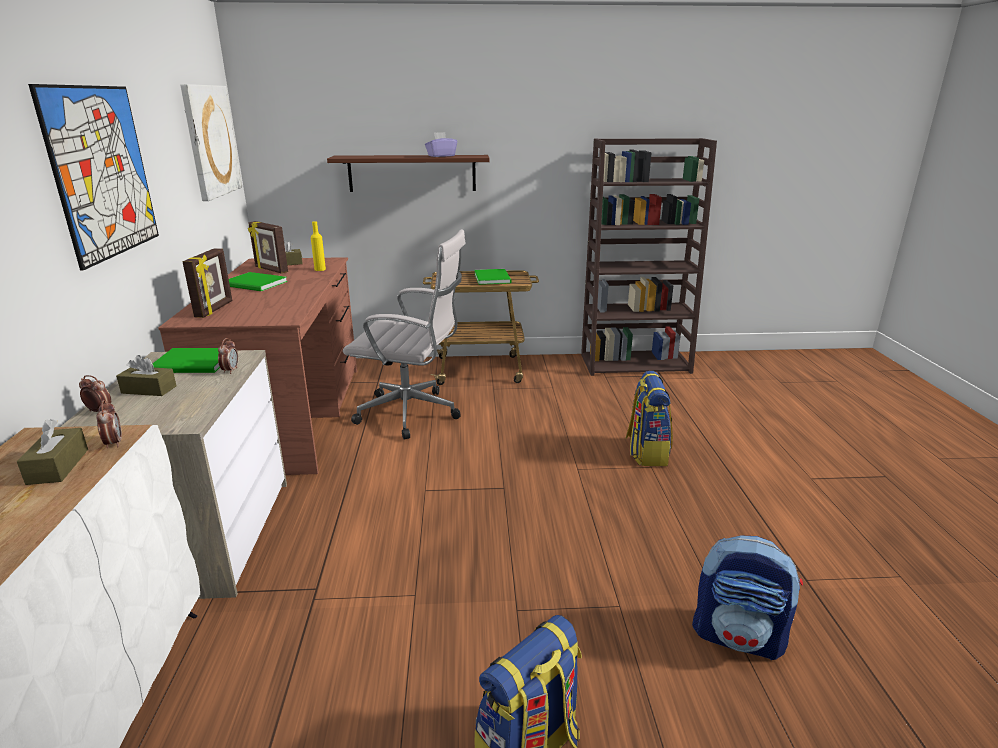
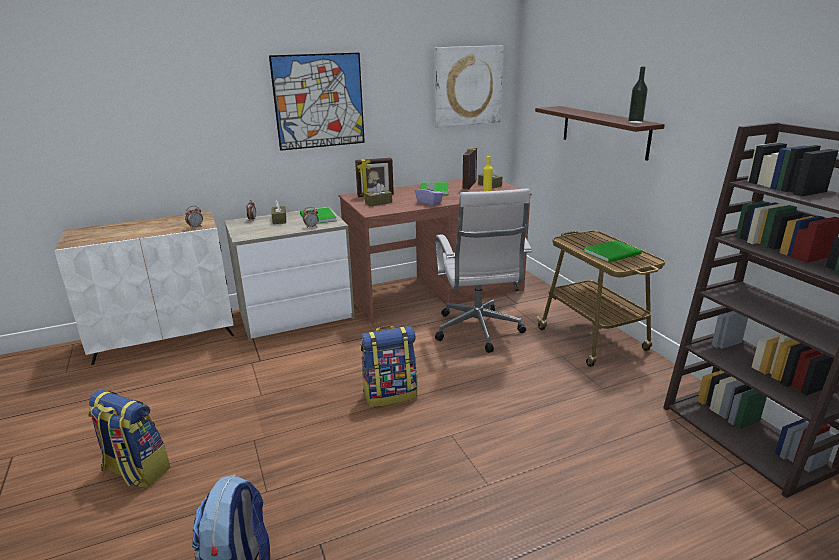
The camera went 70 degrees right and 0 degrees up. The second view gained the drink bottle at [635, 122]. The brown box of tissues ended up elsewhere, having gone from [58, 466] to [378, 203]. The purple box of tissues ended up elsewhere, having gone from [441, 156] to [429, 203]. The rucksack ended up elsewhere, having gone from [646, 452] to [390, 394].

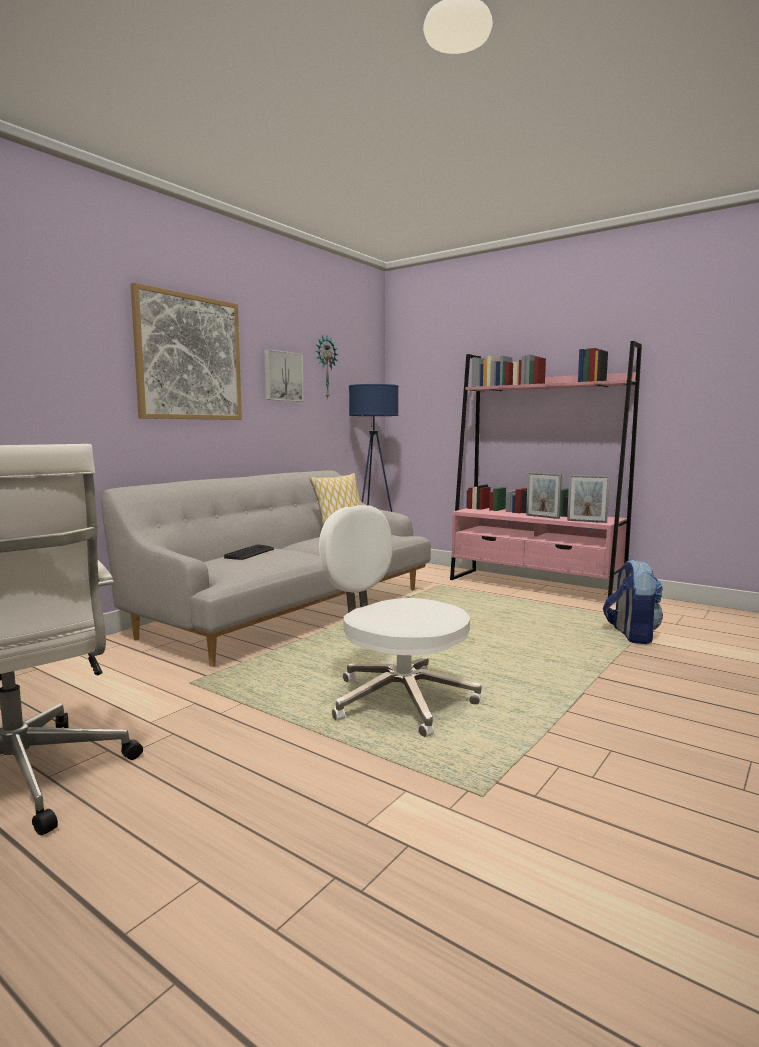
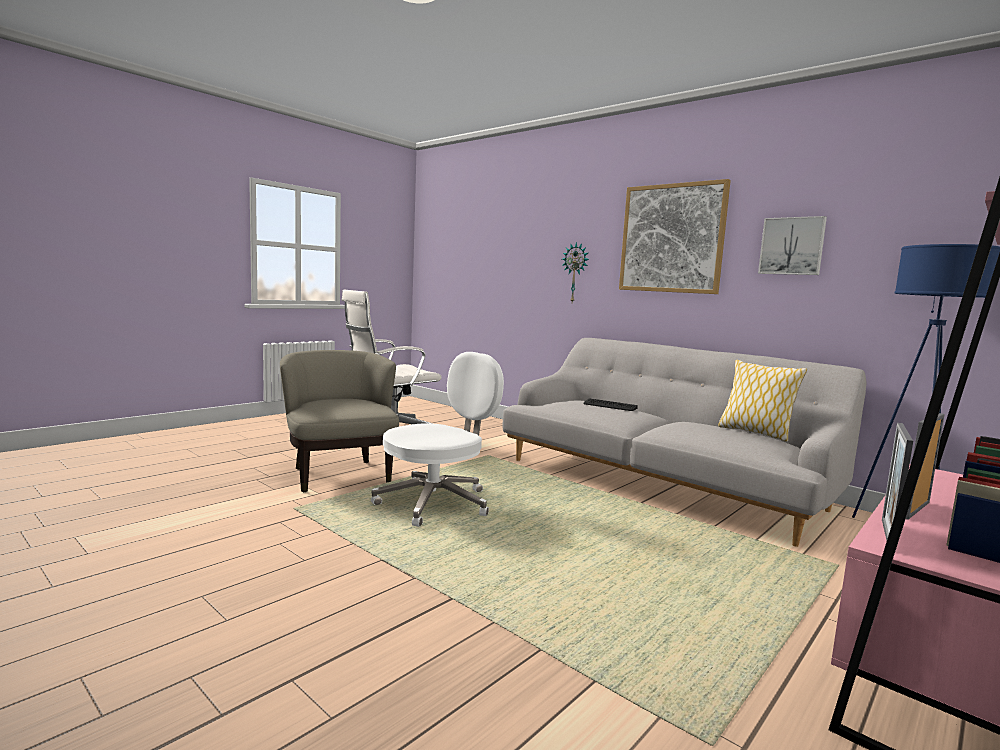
The camera went 95 degrees right and 0 degrees up. The second view lost the rucksack at [631, 635]. The second view gained the beige armchair at [339, 474]. The hanging clock ended up elsewhere, having gone from [325, 367] to [575, 273].

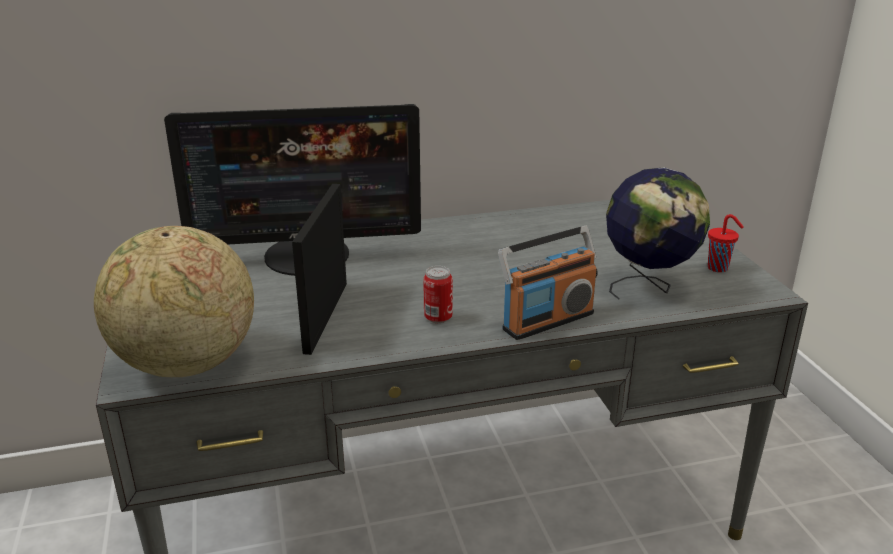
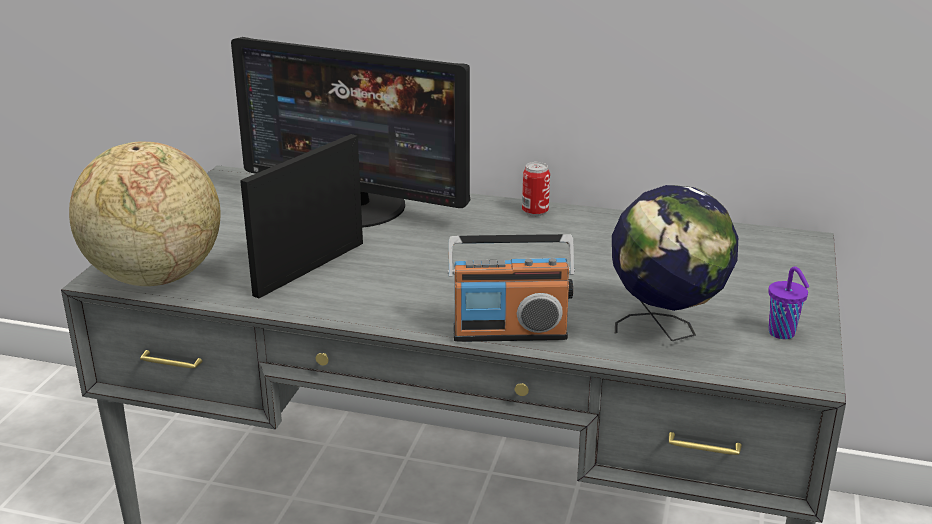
The camera went 30 degrees right and 0 degrees up. The can ended up elsewhere, having gone from [438, 318] to [535, 212]. What was the red-coloured drinking cup at [719, 268] turned into the purple drinking cup at [783, 334].

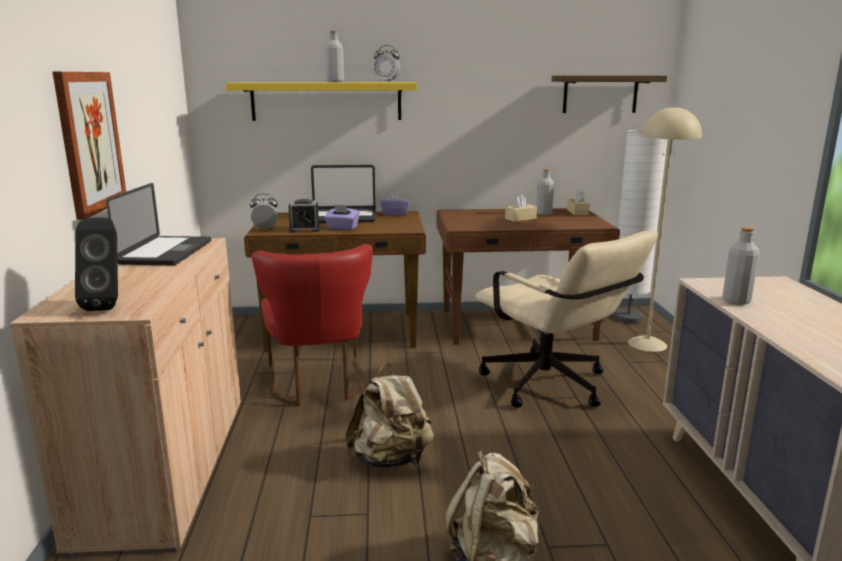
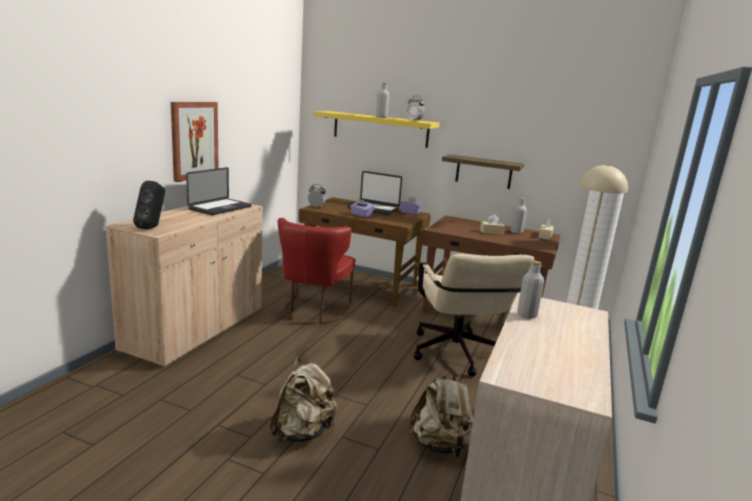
The camera went 25 degrees right and 0 degrees up. The second view lost the alarm clock at [304, 229]. The beige rucksack ended up elsewhere, having gone from [391, 459] to [440, 445]. The wall shelf ended up elsewhere, having gone from [600, 94] to [483, 172].

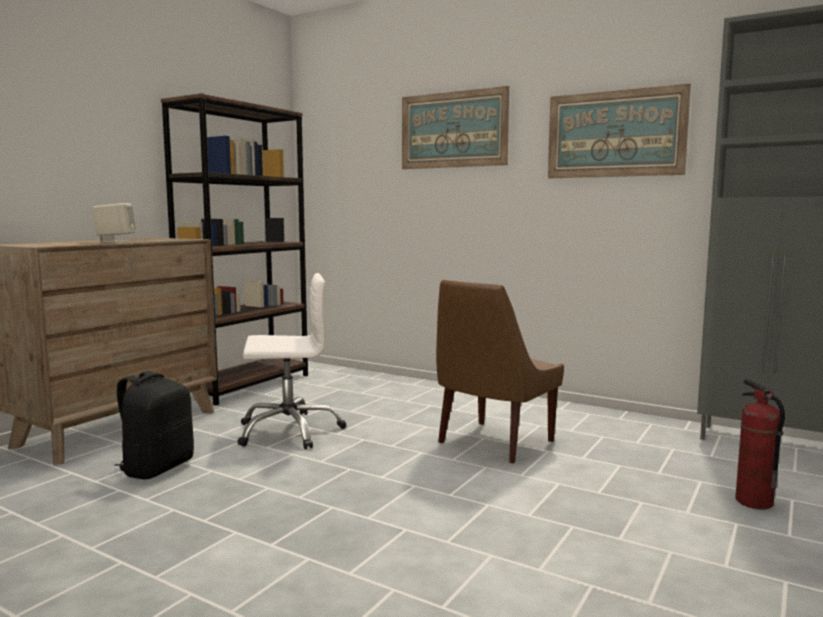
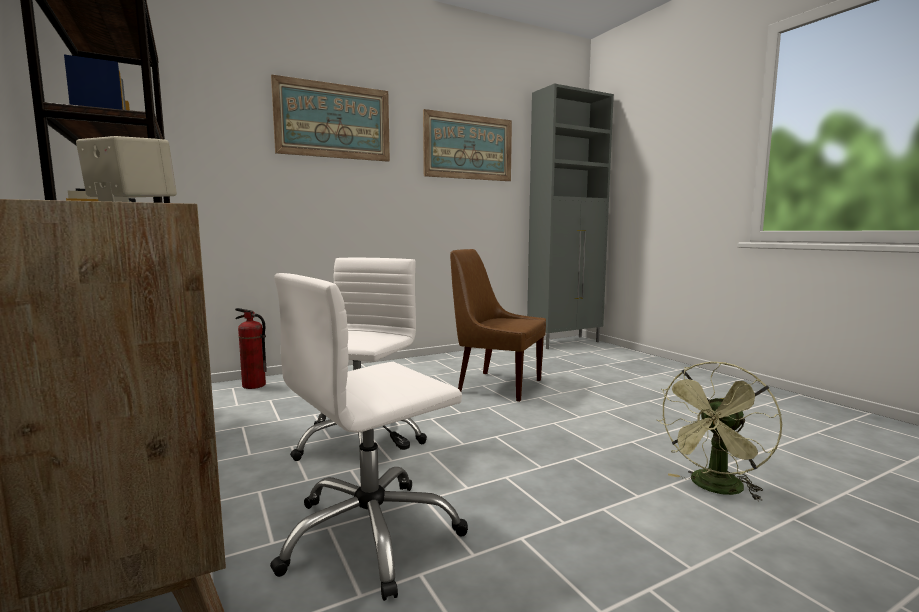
The camera went 60 degrees left and 0 degrees up. The second view gained the greenish fan at [715, 488]. The extinguisher ended up elsewhere, having gone from [753, 502] to [253, 385]. Where the black-coloured rucksack stood at [157, 468], the white-coloured desk chair came to stand at [371, 535]. The brown plain chair at [493, 443] ended up facing another way, 135 degrees clockwise from before.

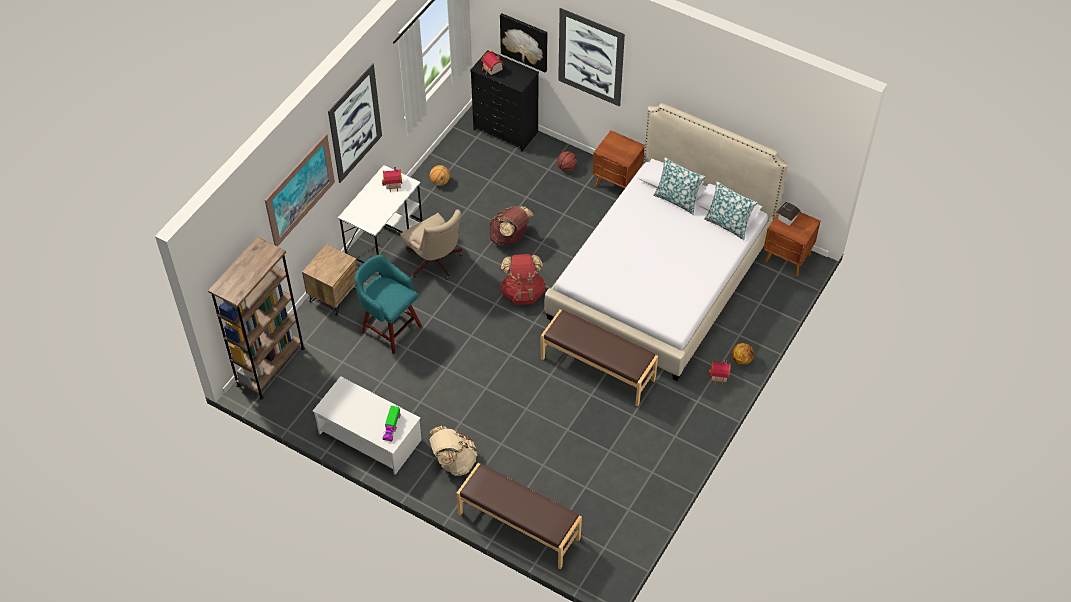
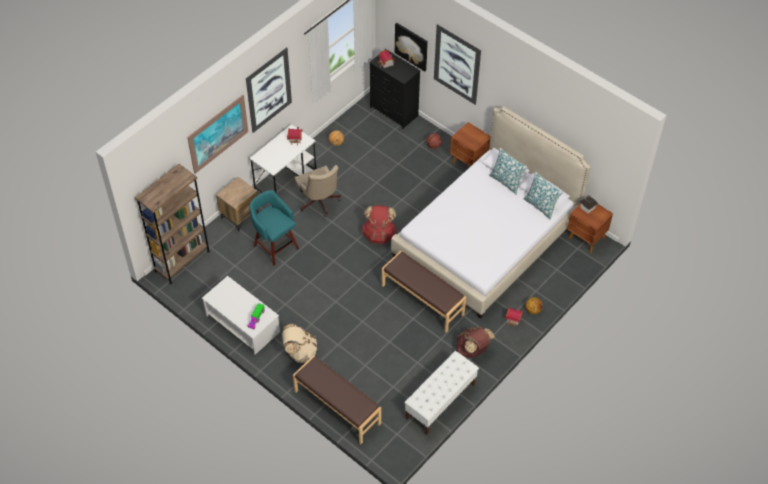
The camera went 10 degrees right and 0 degrees up. The second view gained the white-coloured bench at [440, 402]. The brown rucksack ended up elsewhere, having gone from [510, 237] to [472, 350].

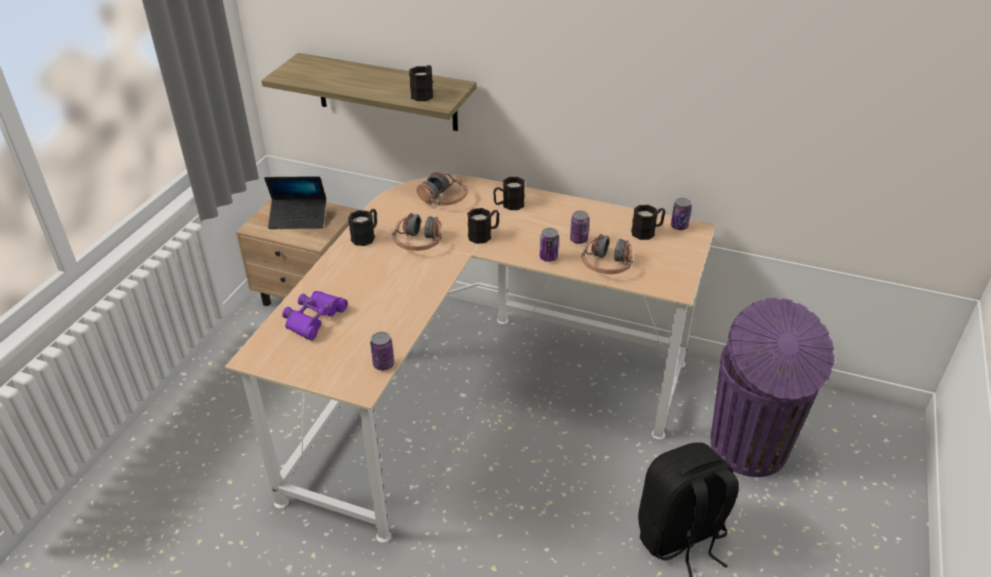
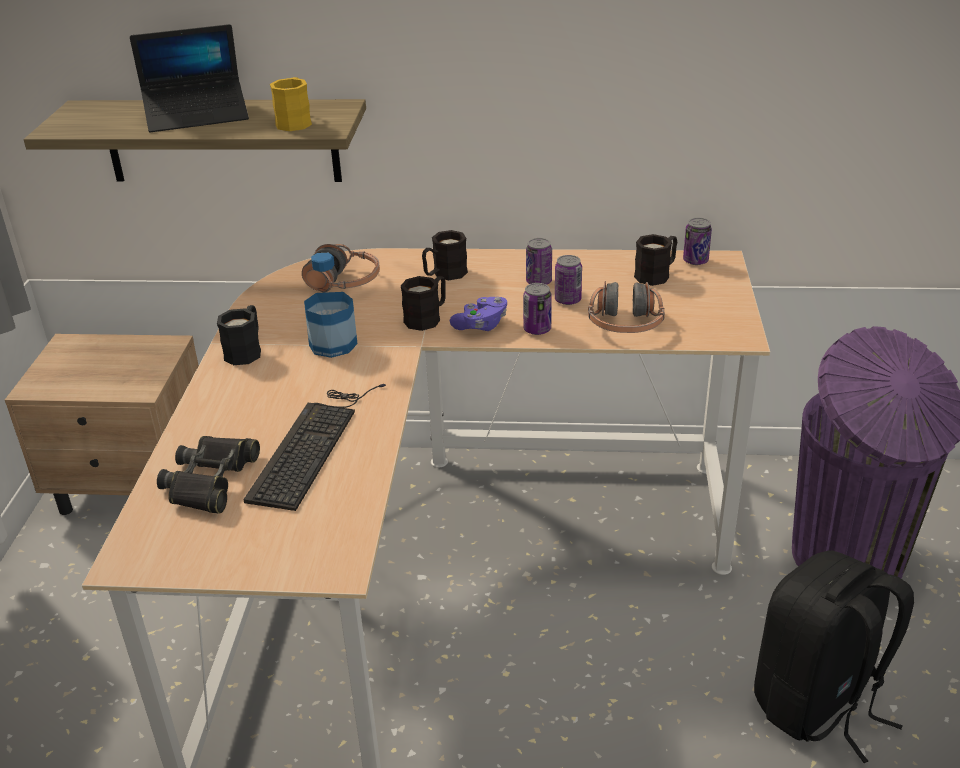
The camera went 15 degrees left and 5 degrees down. The second view gained the PC keyboard at [313, 443]. The second view gained the purple game controller at [481, 325]. The notebook computer ended up elsewhere, having gone from [298, 218] to [197, 115]. The can ended up elsewhere, having gone from [383, 364] to [539, 282]. Where the headphones stood at [418, 242], the drink bottle came to stand at [333, 344]. What was the purple field glasses at [314, 318] turned into the black-coloured field glasses at [211, 481]. What was the black-coloured tea mug at [424, 93] turned into the yellow tea mug at [295, 121].

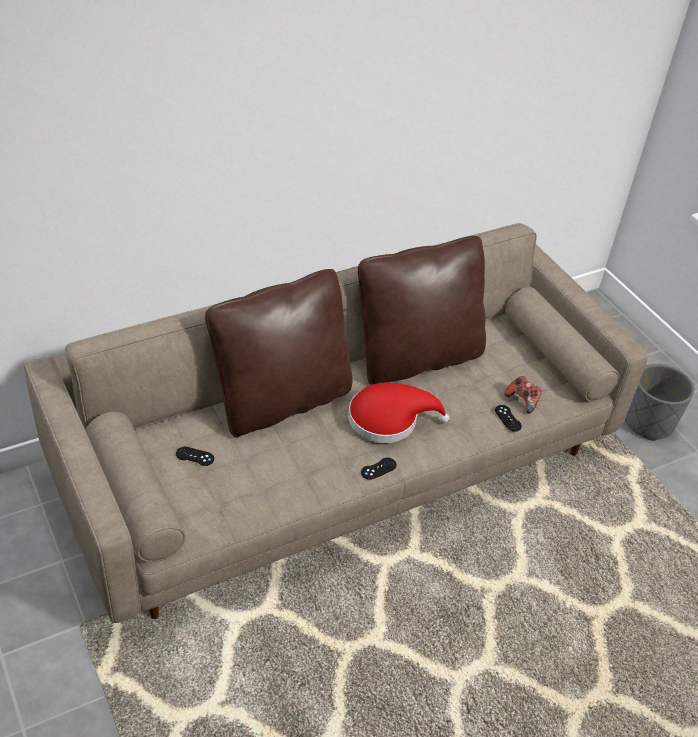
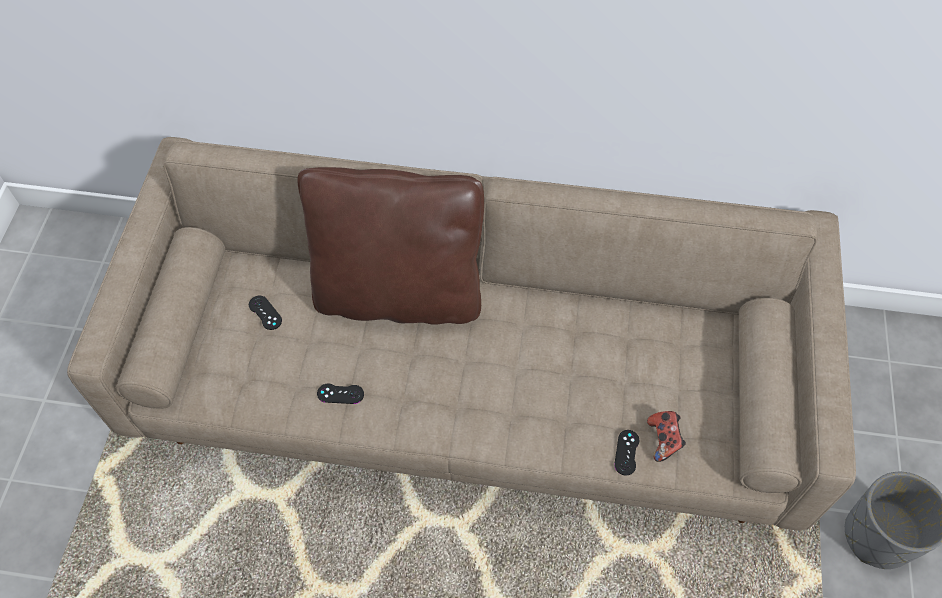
The camera went 40 degrees right and 15 degrees up. The second view lost the red-coloured clothing hat at [388, 419]. The second view lost the brown pillow at [416, 358]. The black-coloured game controller ended up elsewhere, having gone from [378, 469] to [340, 394].

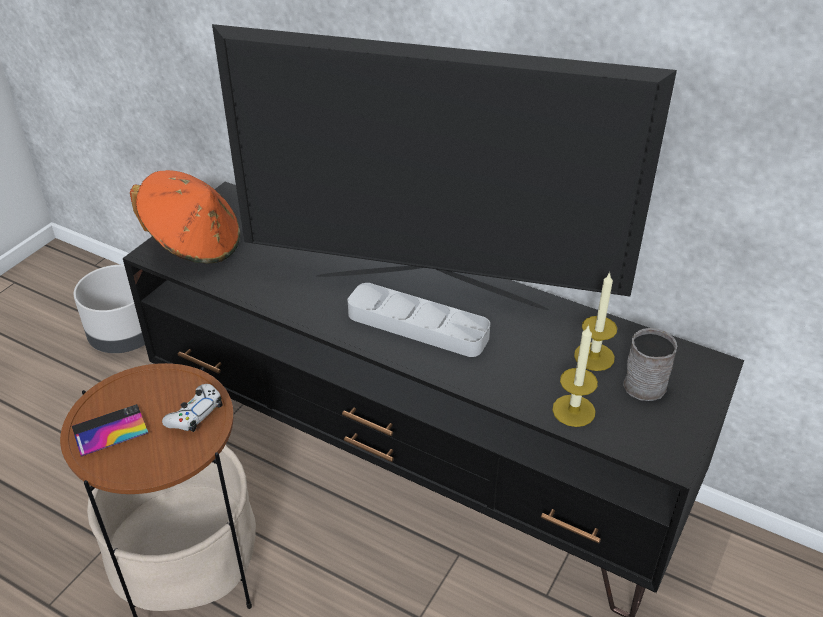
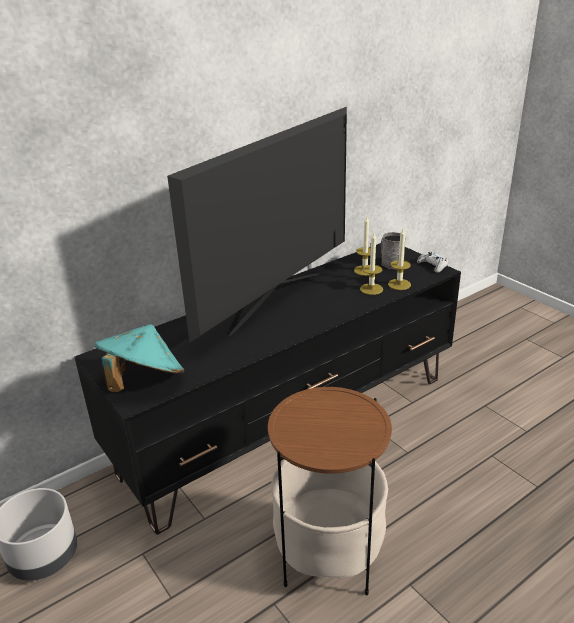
The camera went 65 degrees left and 10 degrees down. The second view lost the handset at [110, 430]. The second view lost the greyish serving tray at [417, 326]. The second view gained the wax light at [371, 289]. The white-coloured game controller ended up elsewhere, having gone from [195, 414] to [433, 265]. What was the orange clothing hat at [194, 245] turned into the turquoise-coloured clothing hat at [143, 381].

